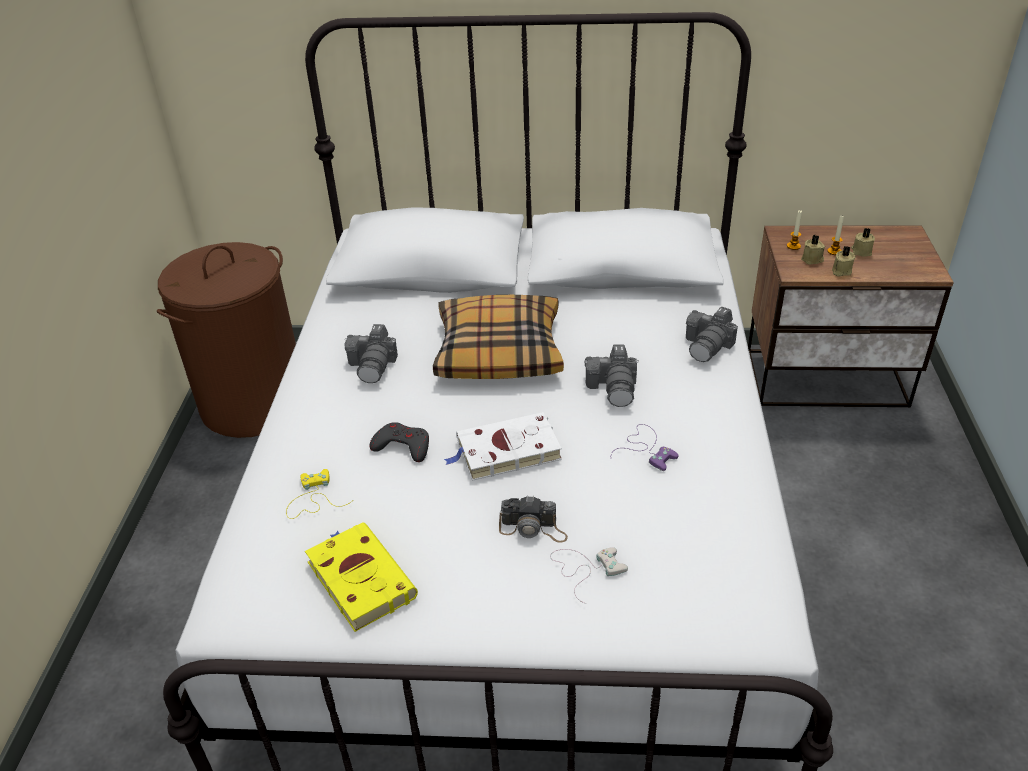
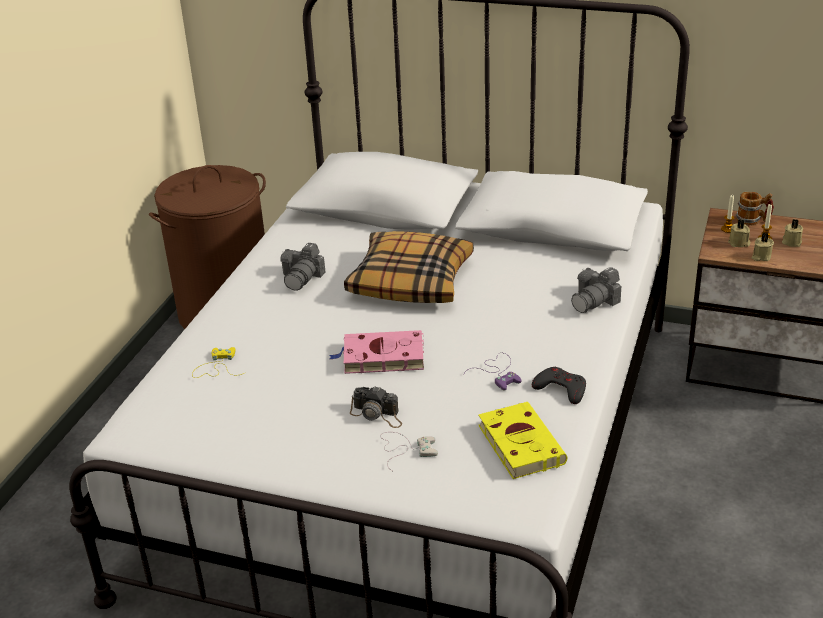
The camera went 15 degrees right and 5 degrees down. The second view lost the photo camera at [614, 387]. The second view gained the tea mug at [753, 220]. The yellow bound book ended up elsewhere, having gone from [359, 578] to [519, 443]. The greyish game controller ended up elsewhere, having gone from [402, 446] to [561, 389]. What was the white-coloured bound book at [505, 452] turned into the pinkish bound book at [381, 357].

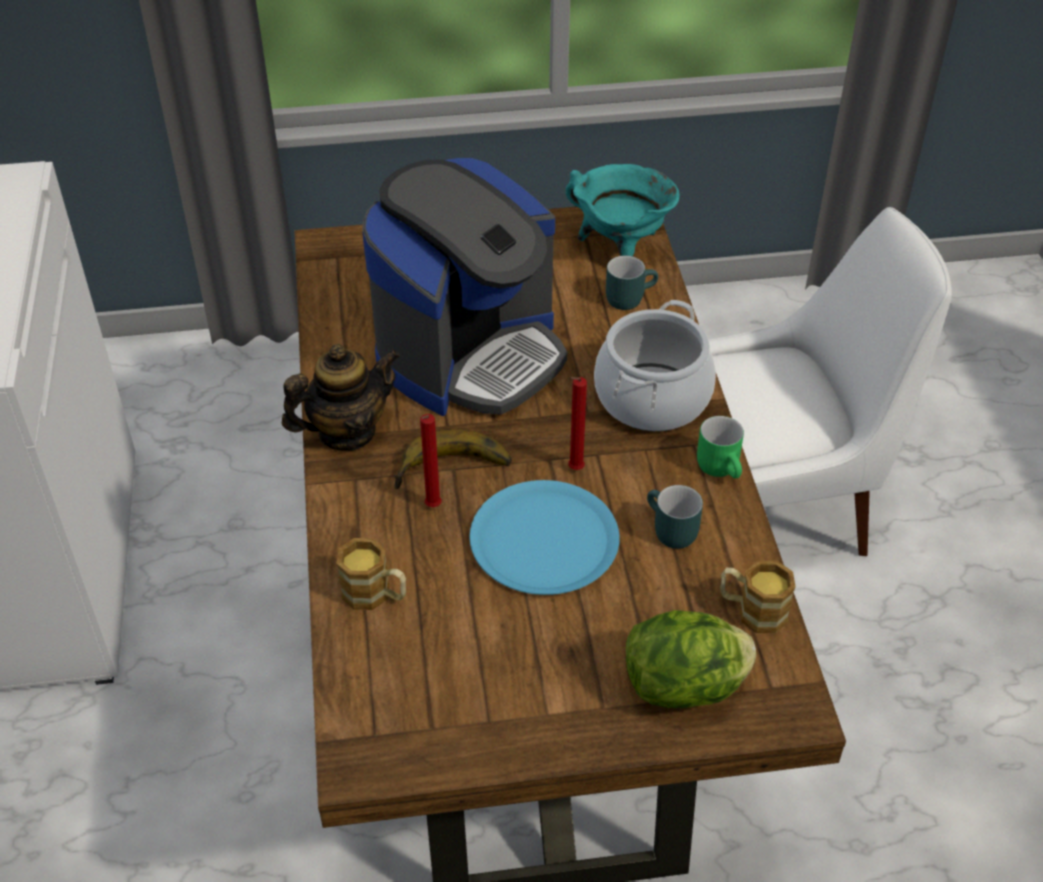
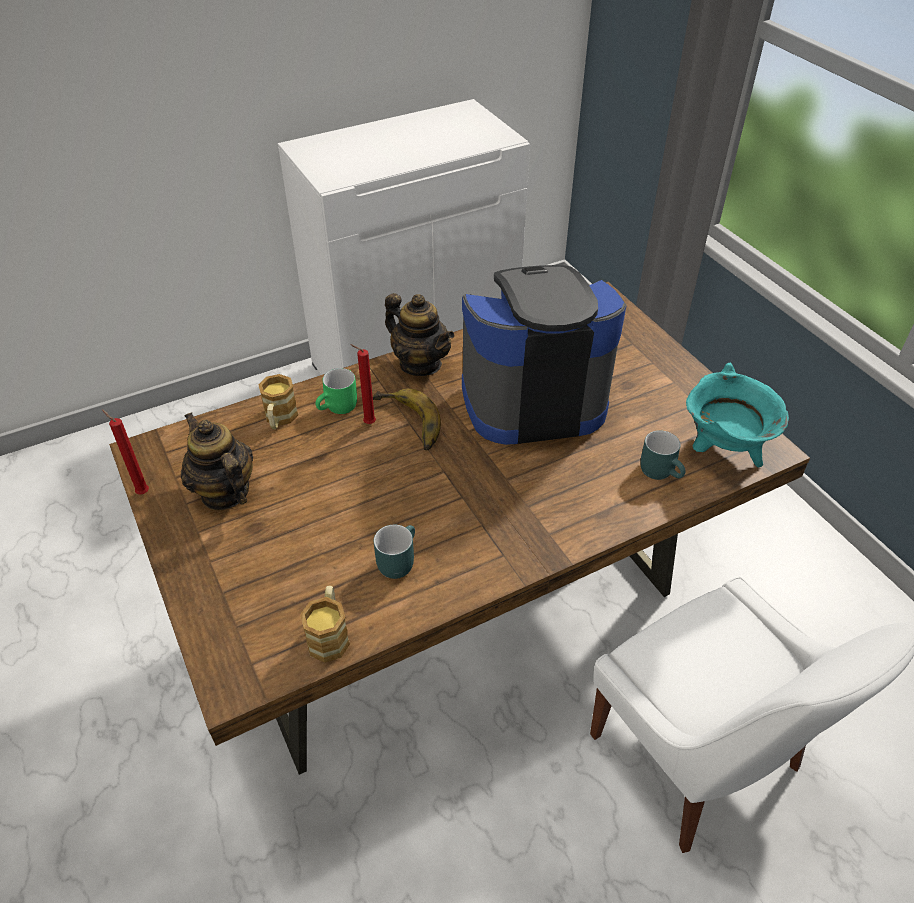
The camera went 70 degrees right and 0 degrees up. The second view lost the bluish dinner plate at [544, 539]. The second view lost the cooking pot at [653, 398]. The second view lost the lettuce at [685, 686]. The second view gained the tea pot at [224, 492]. The red-coloured wax light ended up elsewhere, having gone from [574, 470] to [141, 492]. The greenish tea mug ended up elsewhere, having gone from [723, 468] to [339, 408]. The coffee maker at [471, 355] ended up facing another way, 150 degrees clockwise from before.

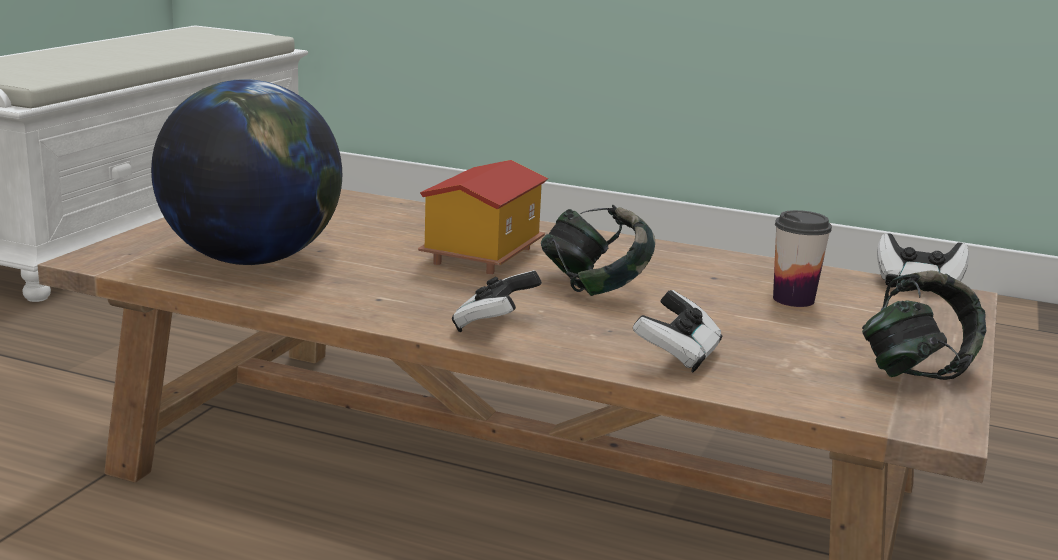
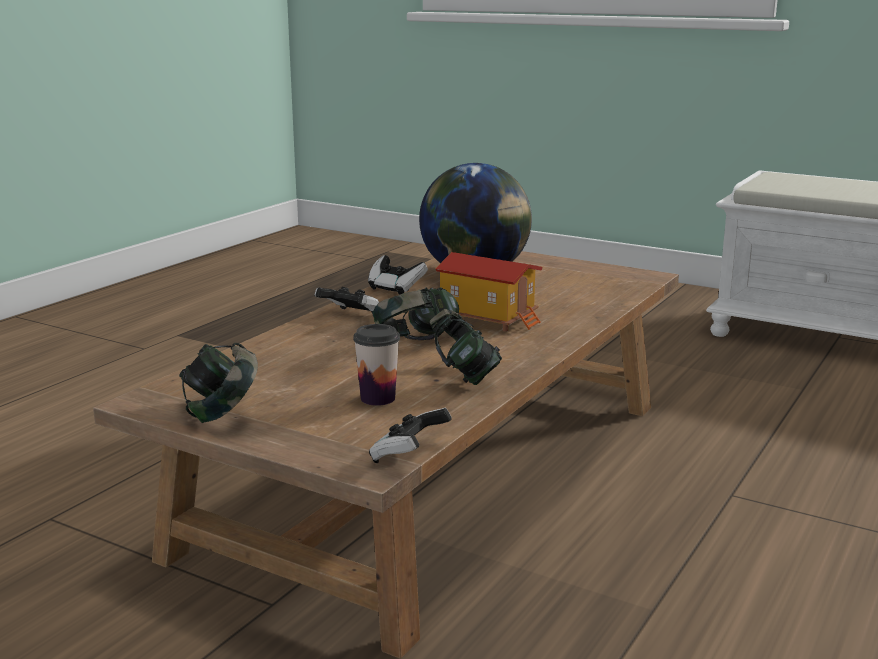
The camera went 100 degrees right and 0 degrees up. The second view gained the headphones at [464, 376]. The game controller ended up elsewhere, having gone from [677, 356] to [395, 288].

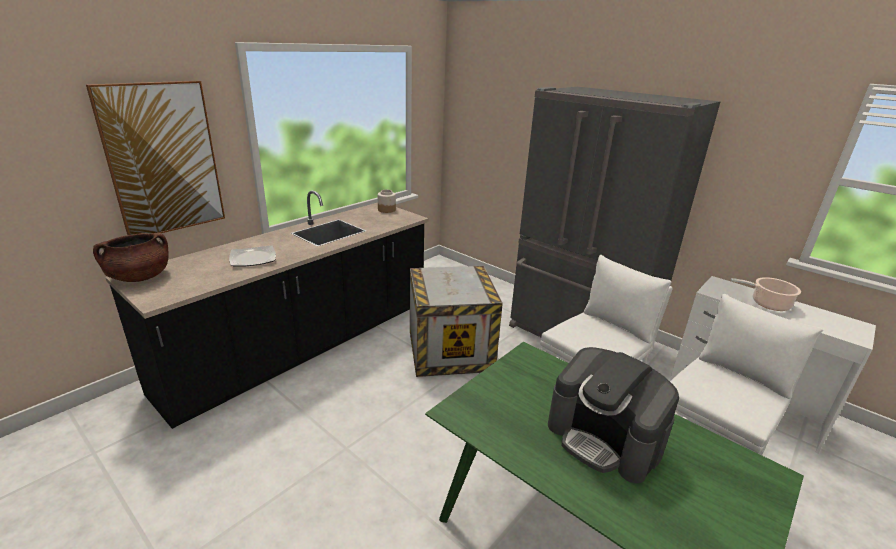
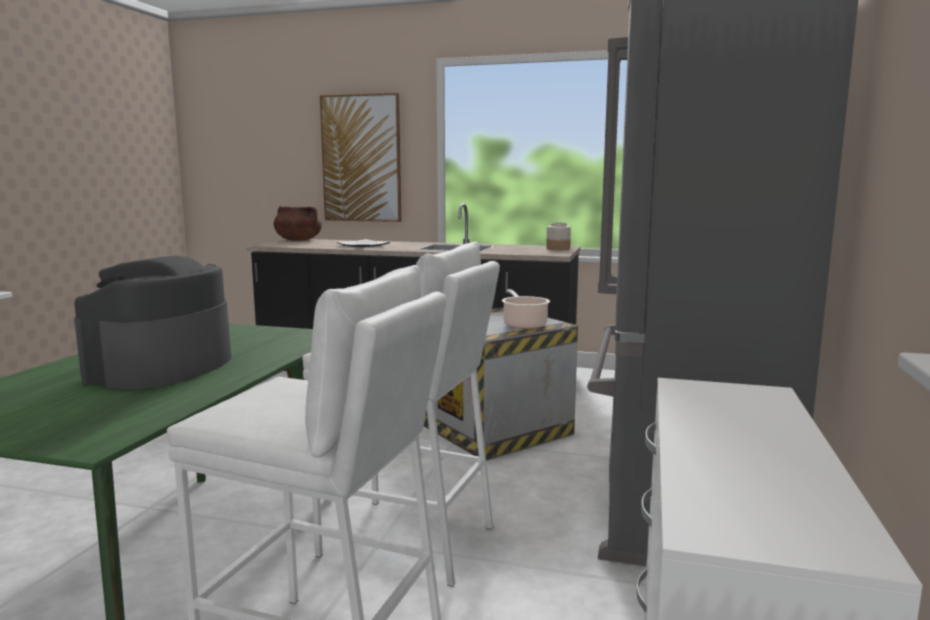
The camera went 65 degrees right and 15 degrees down. The cooking pot ended up elsewhere, having gone from [767, 304] to [524, 325].

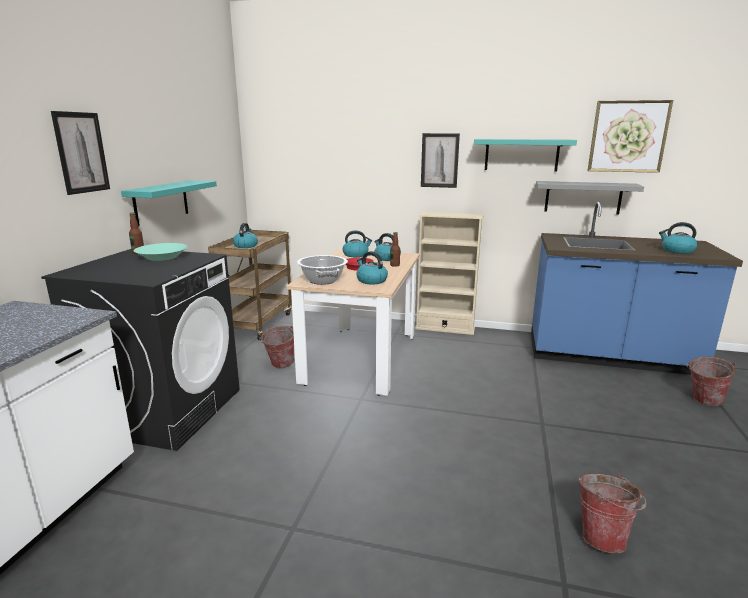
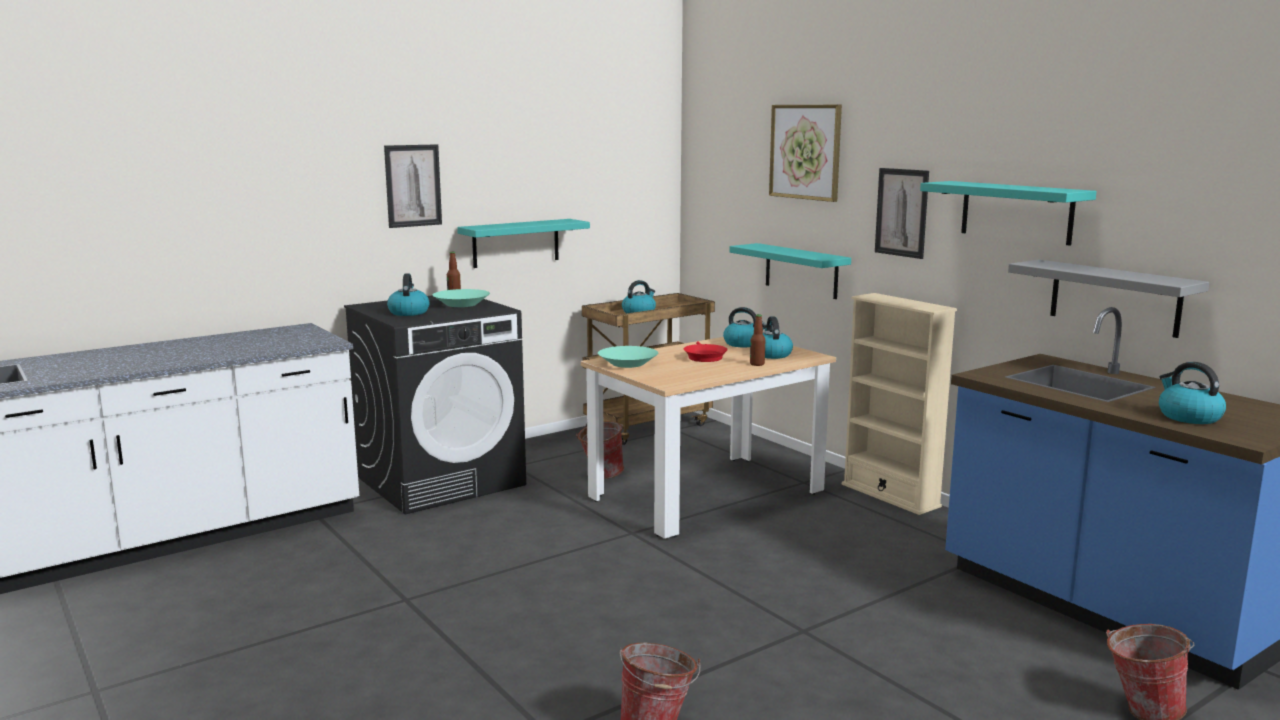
The camera went 40 degrees right and 5 degrees down. The second view gained the turquoise-coloured wall shelf at [801, 271]. The tea kettle ended up elsewhere, having gone from [371, 280] to [408, 312]. The wall picture ended up elsewhere, having gone from [628, 136] to [805, 152]. Where the cooking pot stood at [322, 280], the turquoise-coloured serving bowl came to stand at [628, 363].

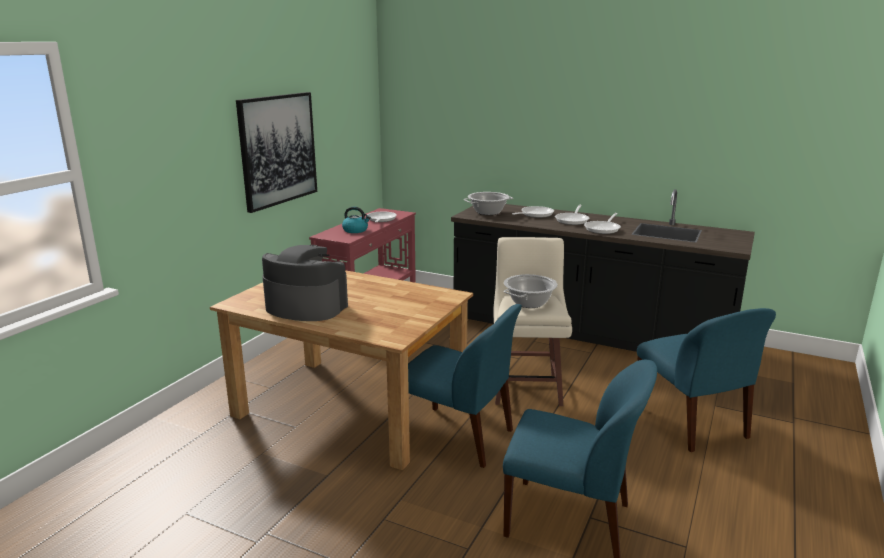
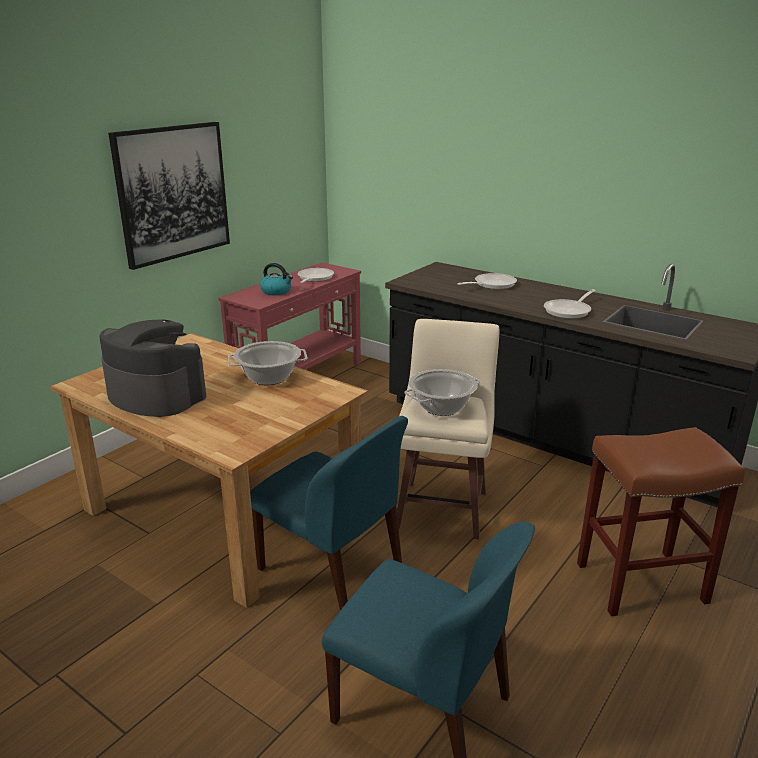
The camera went 10 degrees right and 5 degrees up. The second view lost the pan at [573, 220]. The cooking pot ended up elsewhere, having gone from [488, 212] to [269, 377]. Where the bluish plain chair stood at [691, 423], the brown stool seat came to stand at [639, 583].

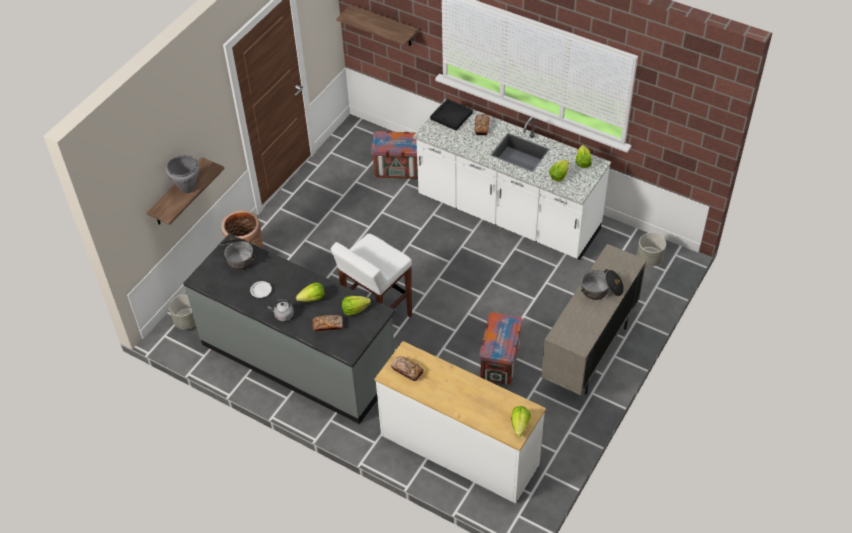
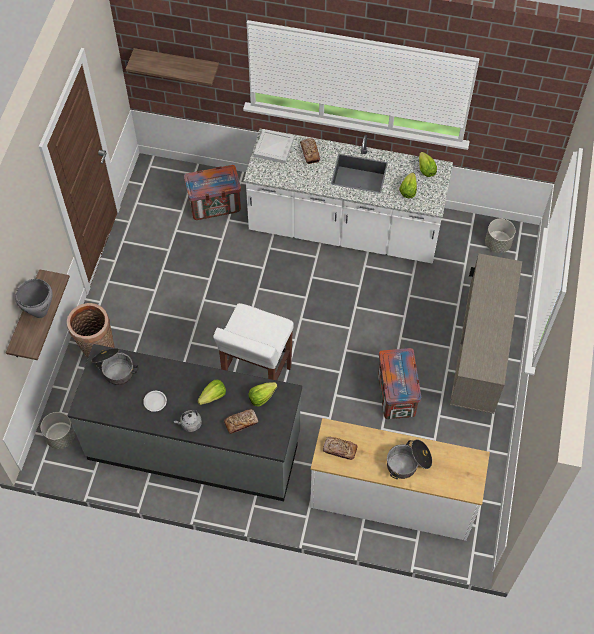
The camera went 20 degrees left and 10 degrees up. The second view lost the lettuce at [520, 425]. The cooking pot ended up elsewhere, having gone from [601, 290] to [408, 463]. What was the black-coloured serving tray at [451, 116] turned into the white-coloured serving tray at [274, 148].

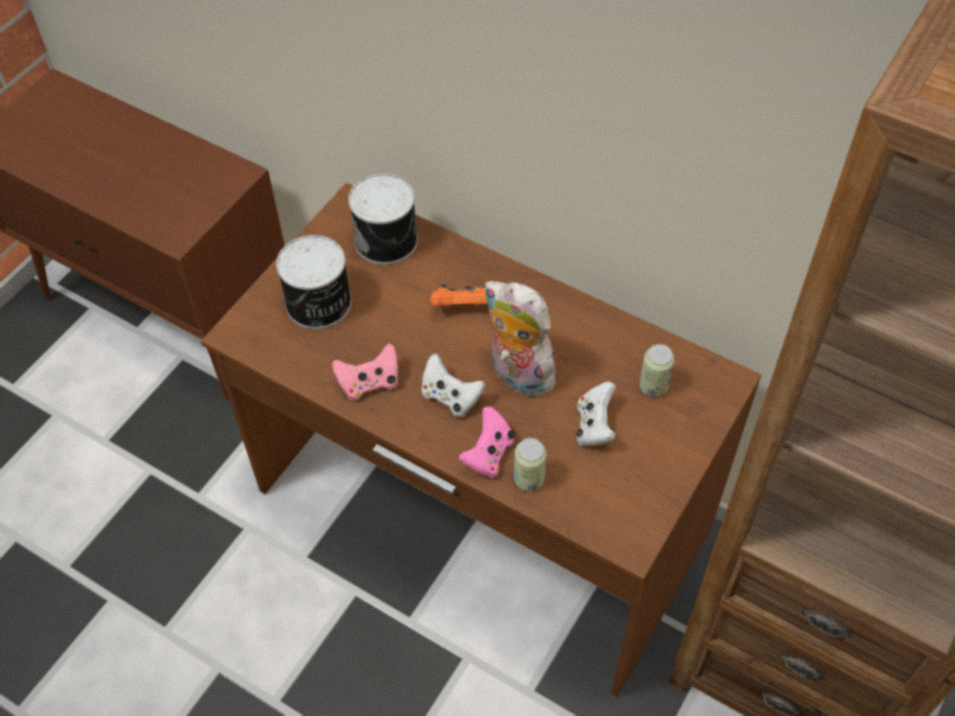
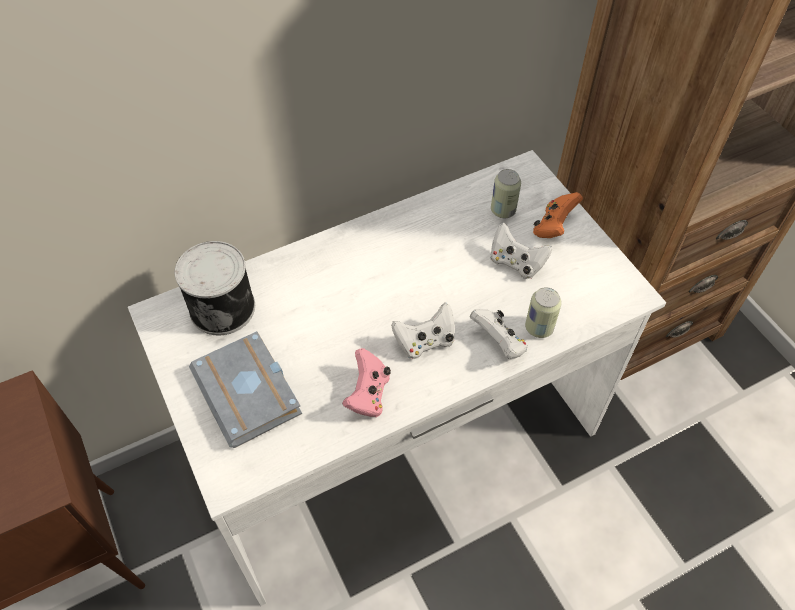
The camera went 60 degrees left and 0 degrees up. The second view lost the soft toy at [517, 374]. The orange game controller ended up elsewhere, having gone from [462, 308] to [553, 227]. Where the can stood at [319, 304], the greyish bound book came to stand at [251, 393]. What was the brown desk table at [480, 513] turned into the white-coloured desk table at [397, 442]. What was the pinkish game controller at [488, 454] turned into the white-coloured game controller at [499, 343].

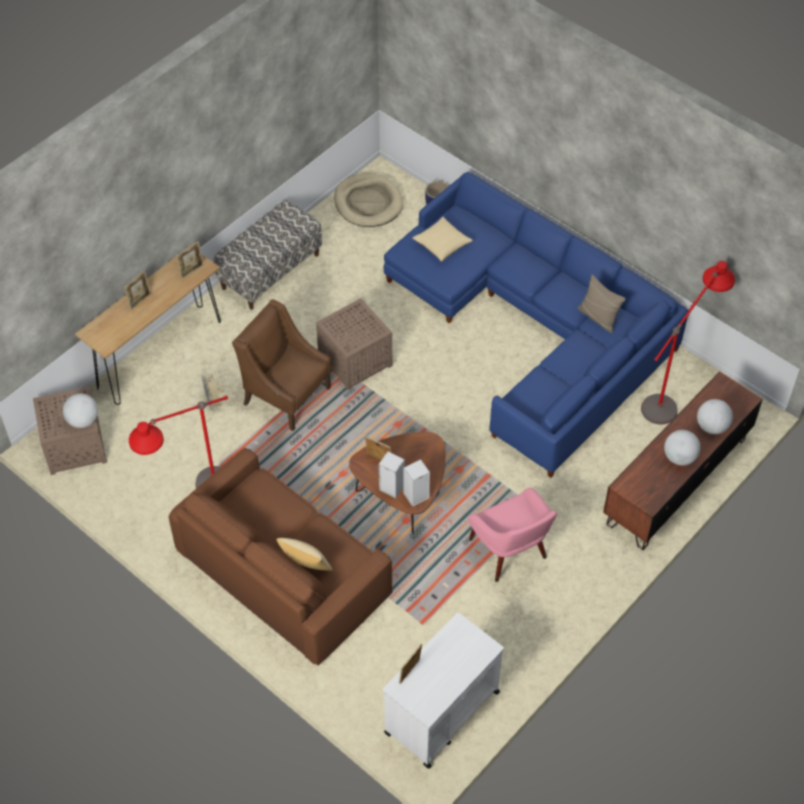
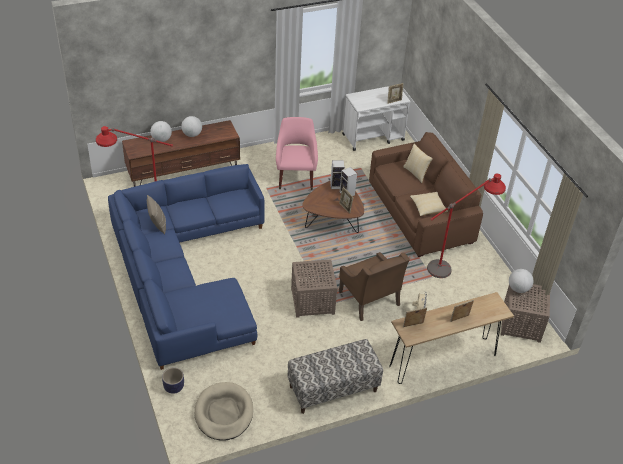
The camera went 155 degrees left and 10 degrees down. The pillow ended up elsewhere, having gone from [442, 245] to [427, 208].

